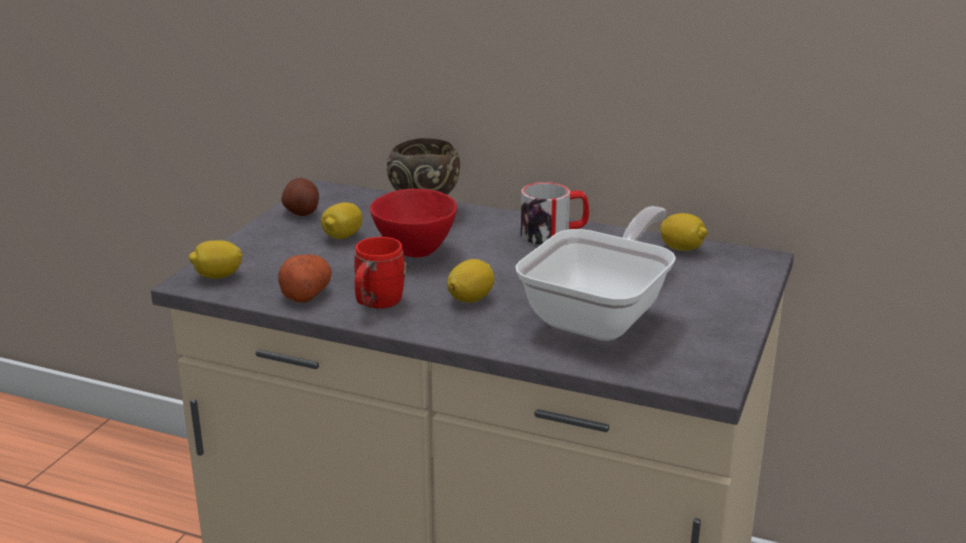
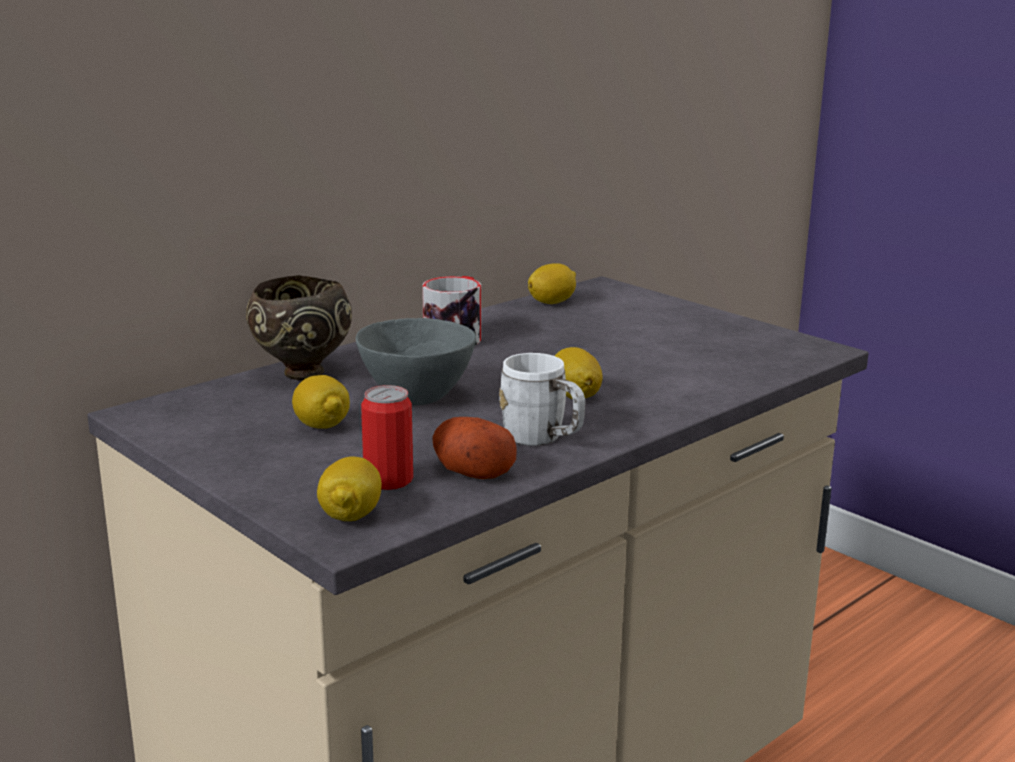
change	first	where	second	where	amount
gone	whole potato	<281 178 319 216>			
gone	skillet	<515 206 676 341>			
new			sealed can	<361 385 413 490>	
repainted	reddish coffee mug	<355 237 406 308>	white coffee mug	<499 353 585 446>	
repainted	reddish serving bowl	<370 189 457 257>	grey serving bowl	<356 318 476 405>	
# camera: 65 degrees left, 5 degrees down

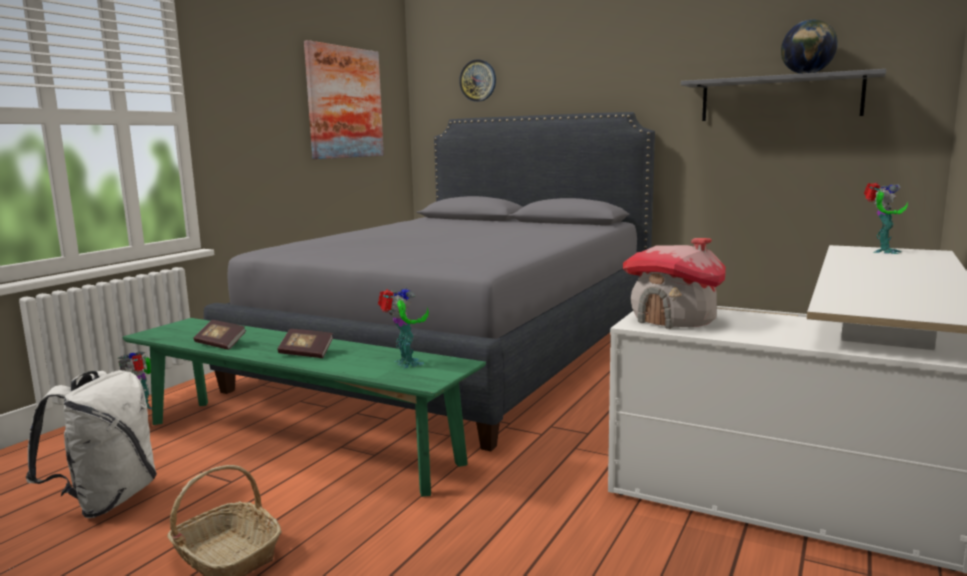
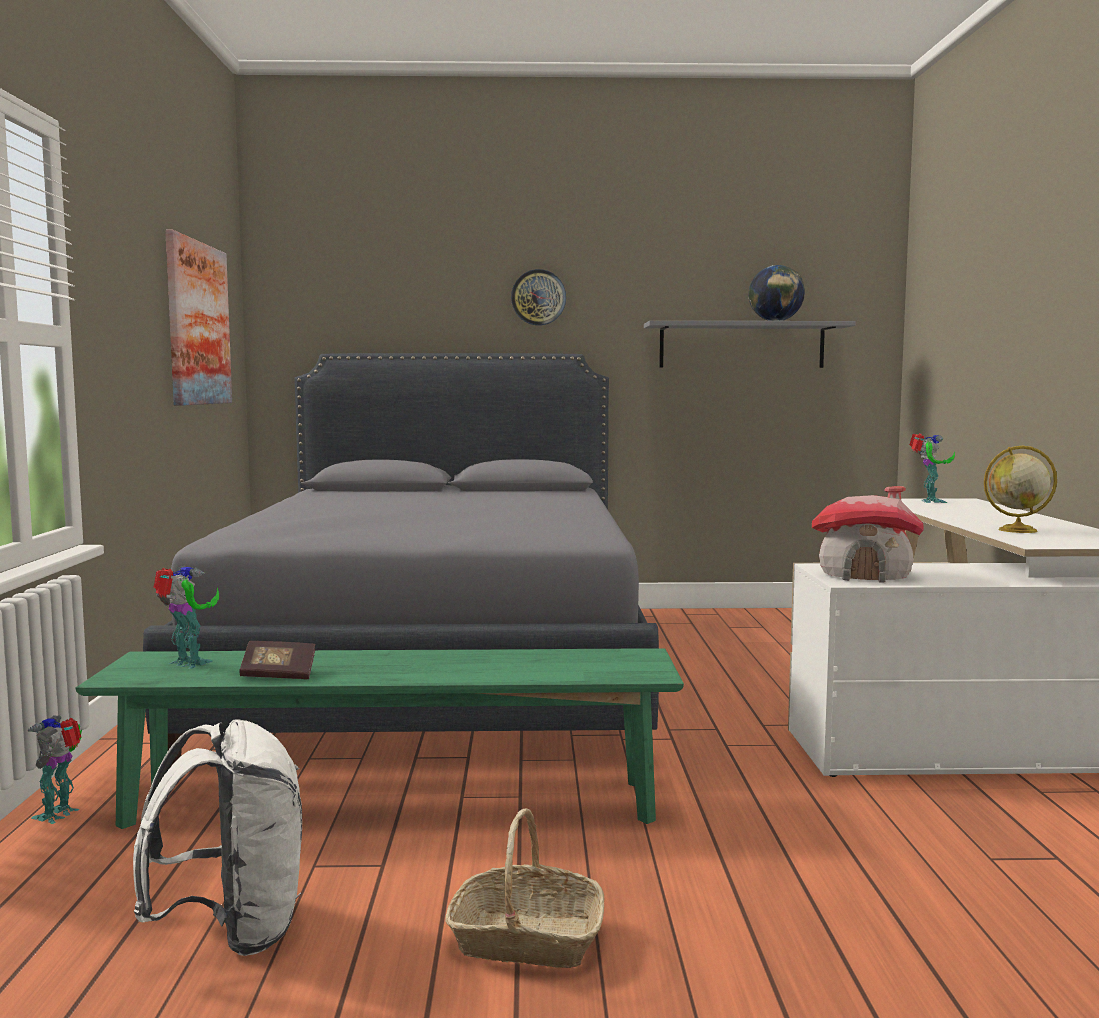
change	first	where	second	where	amount
gone	bound book	<278 329 333 358>			
new			desk globe	<984 446 1057 533>	
shifted	model robot	<378 288 429 369>		<154 565 219 669>	
shifted	clock on the wall	<459 59 496 102>		<511 269 566 325>	
# camera: 30 degrees left, 5 degrees down

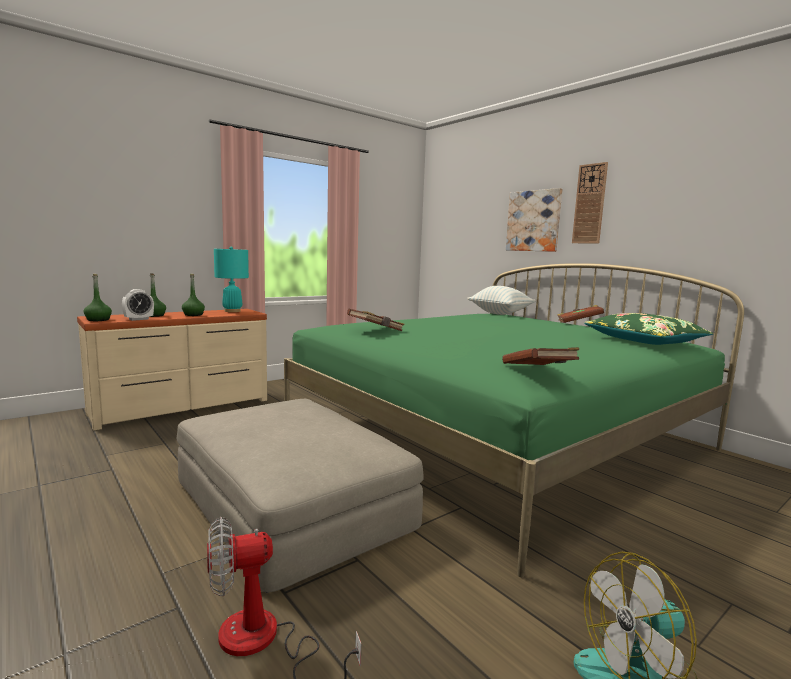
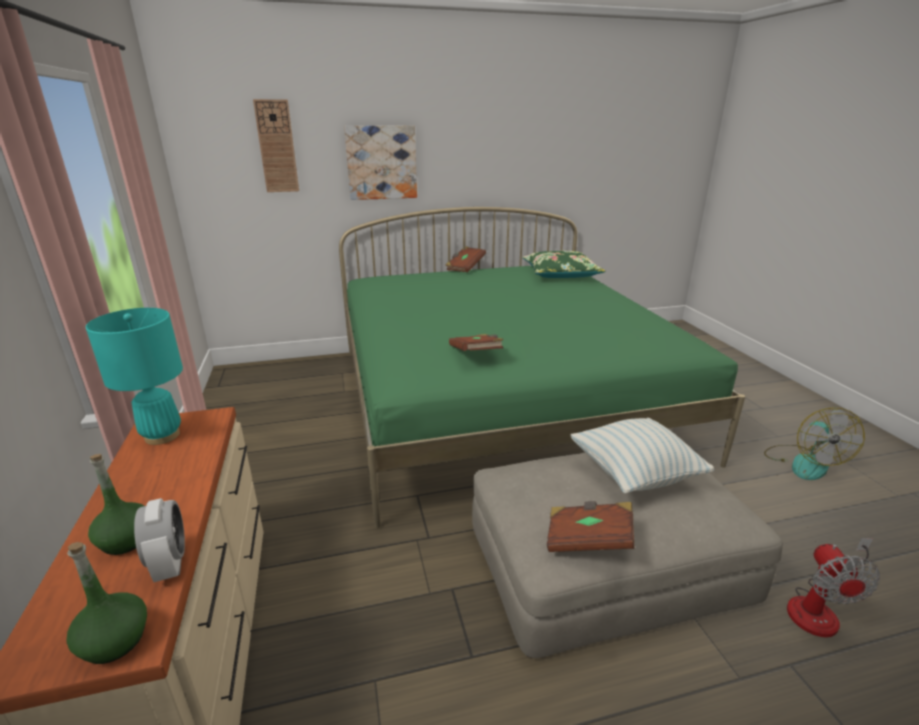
change	first	where	second	where	amount
gone	green bottle	<182 274 205 316>			
shifted	pillow	<467 286 536 315>		<571 418 714 494>	
shifted	brownish bound book	<502 347 579 365>		<547 501 635 552>	
shifted	clock on the wall	<572 162 608 244>		<253 99 299 192>	
# camera: 65 degrees left, 15 degrees up

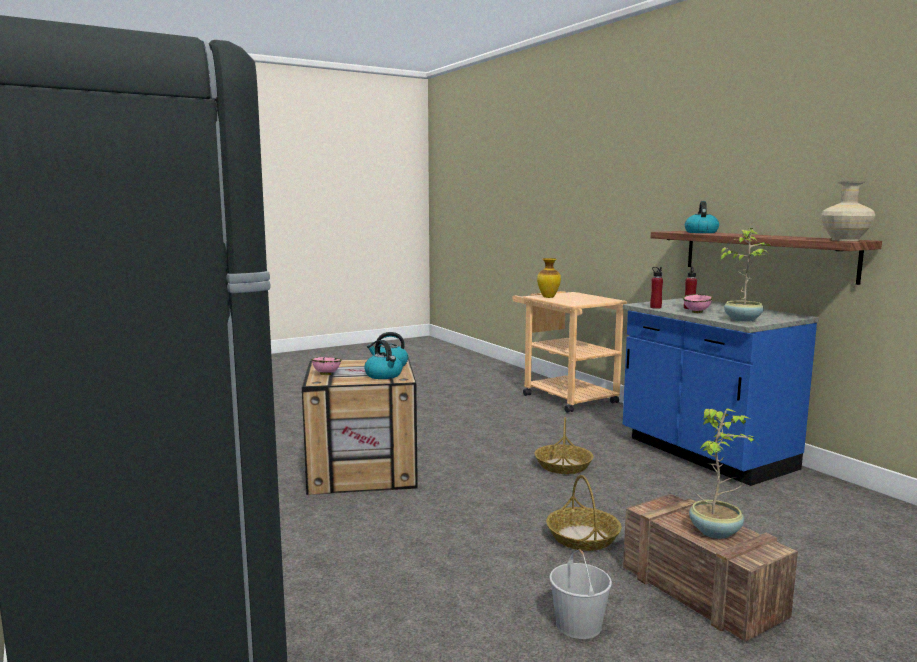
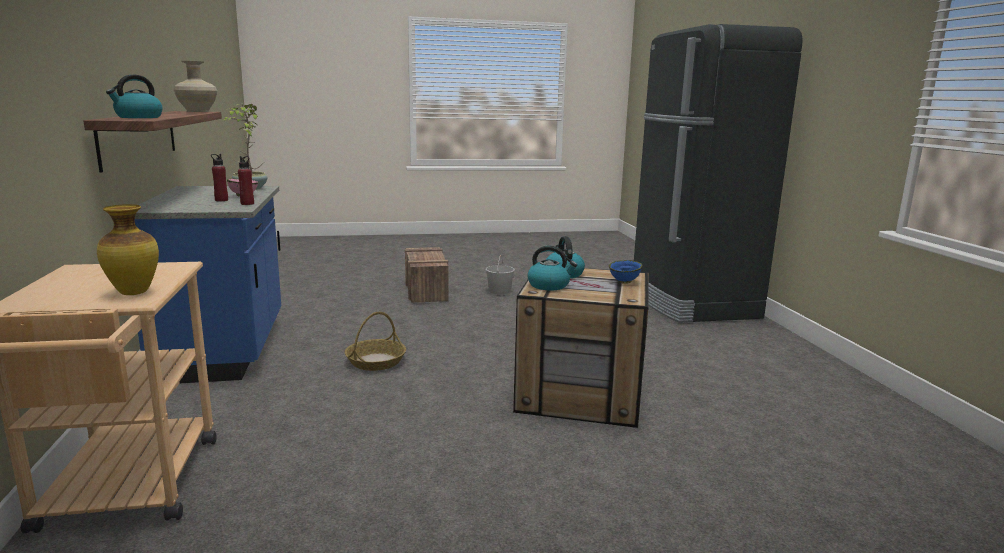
change	first	where	second	where	amount
gone	storage basket	<546 475 622 551>			
gone	potted plant	<689 409 758 539>			
repainted	pinkish serving bowl	<311 357 341 375>	blue-coloured serving bowl	<609 260 643 284>	
# camera: 160 degrees left, 5 degrees up

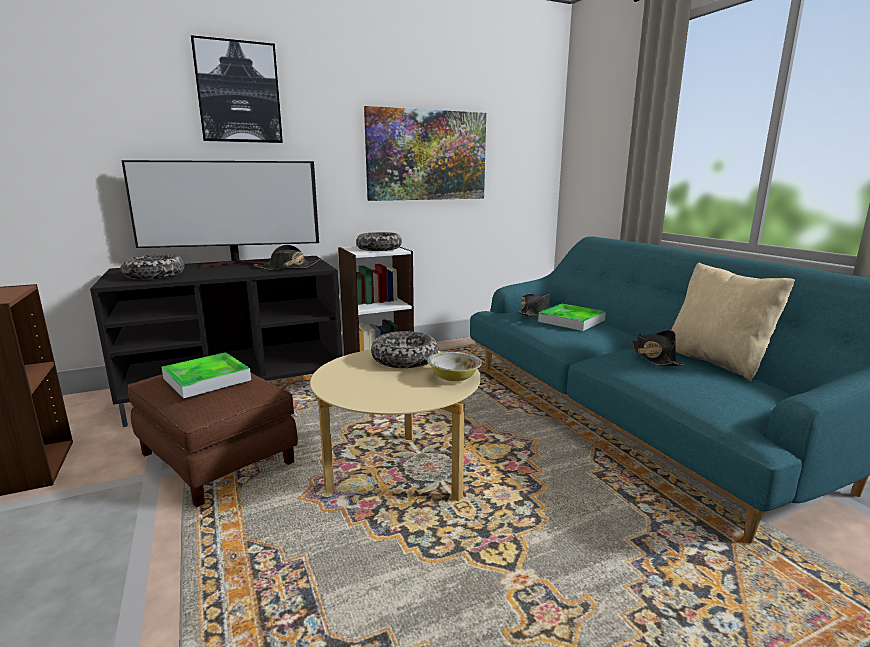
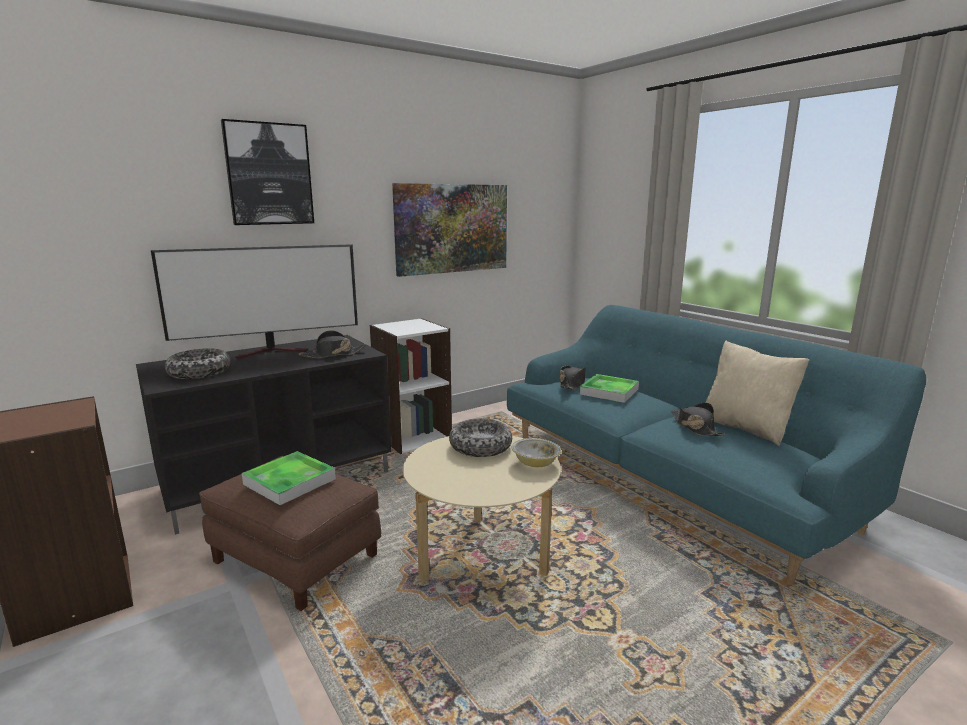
change	first	where	second	where	amount
gone	serving bowl	<356 232 402 251>			
# camera: 10 degrees left, 0 degrees up

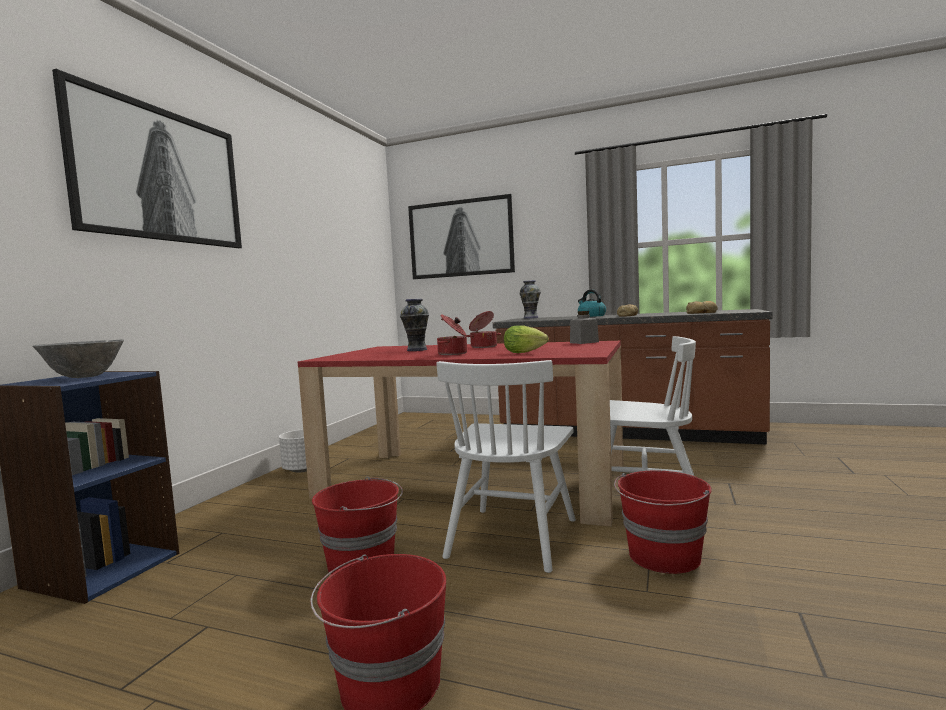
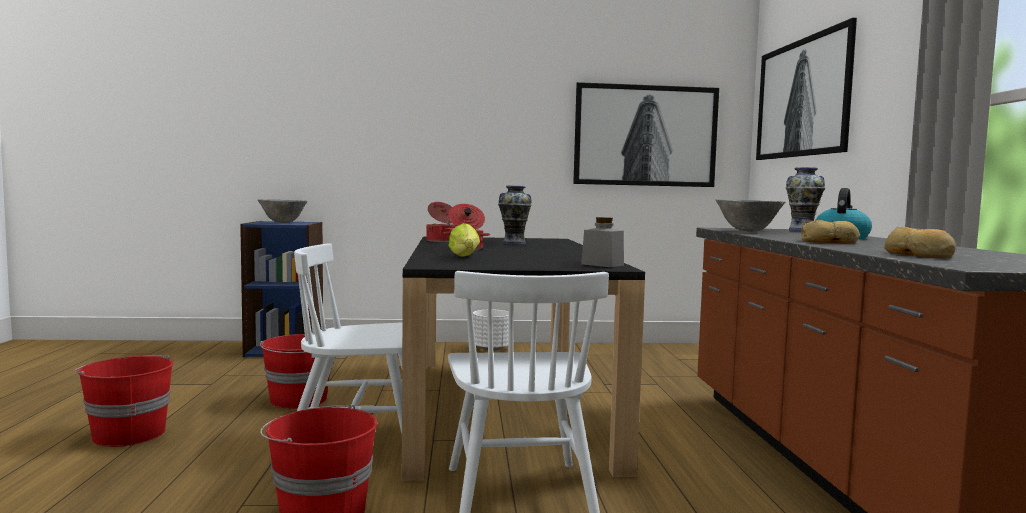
change	first	where	second	where	amount
new			grey serving bowl	<715 199 785 232>	
shifted	wall art	<52 69 242 248>		<573 82 719 187>	
shifted	stockpot	<466 311 501 348>		<426 202 456 242>	
repainted	reddish dinner table	<298 341 624 526>	black dinner table	<402 237 645 481>	
# camera: 65 degrees right, 0 degrees up

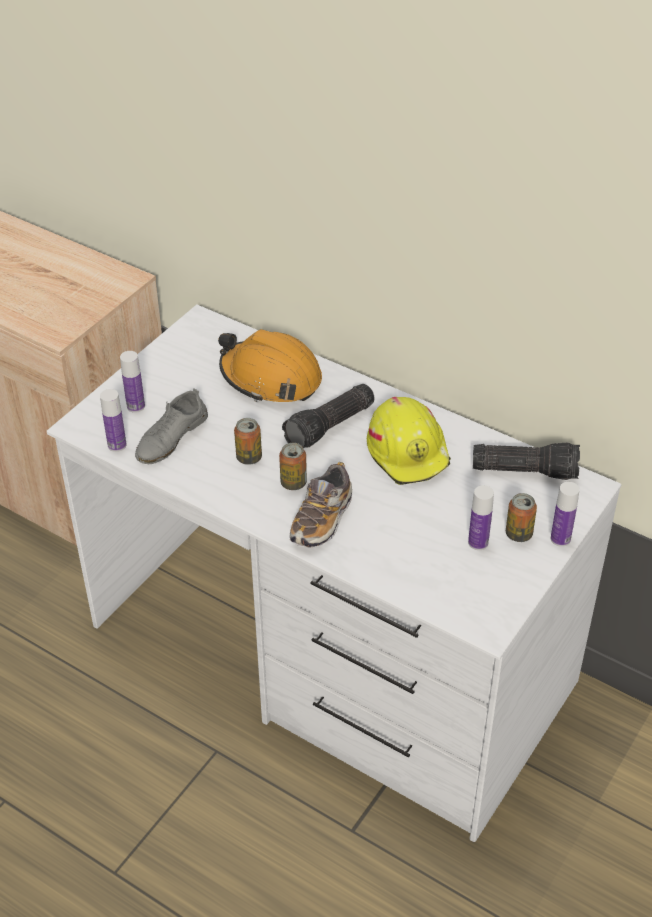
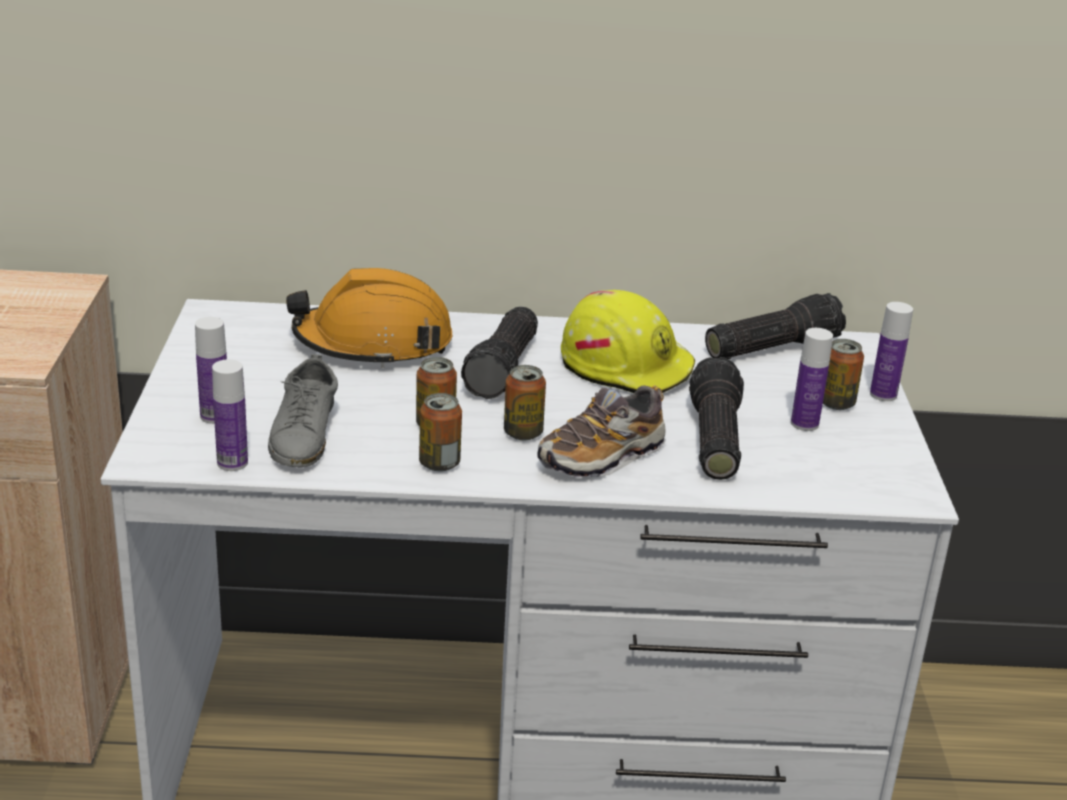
change	first	where	second	where	amount
new			sealed can	<419 393 462 471>	
new			torch	<689 357 744 480>	
rotated	shoe	<290 462 352 548>		<537 385 666 477>	60 degrees clockwise
# camera: 35 degrees left, 15 degrees down

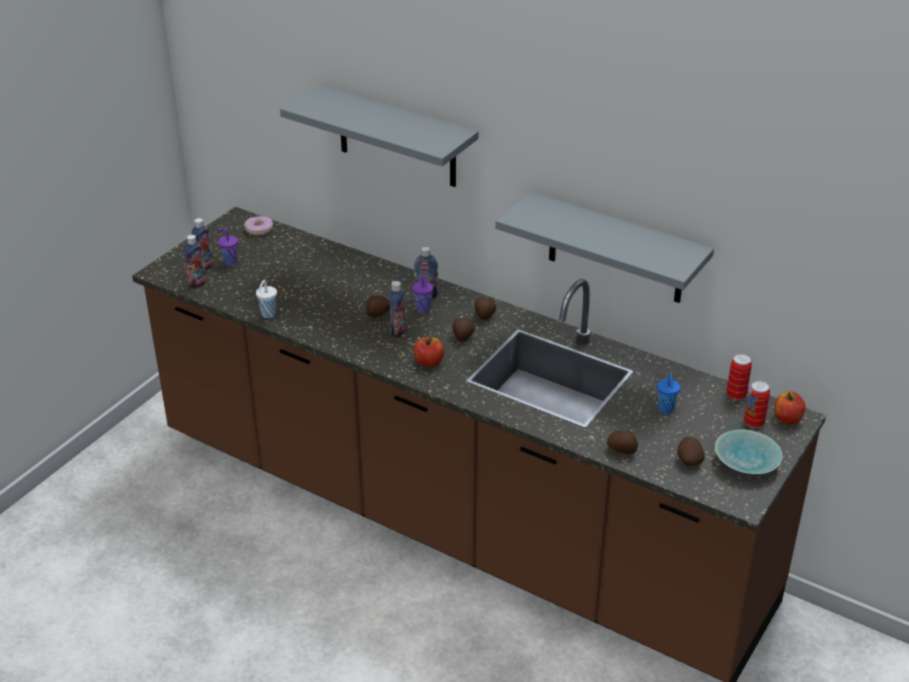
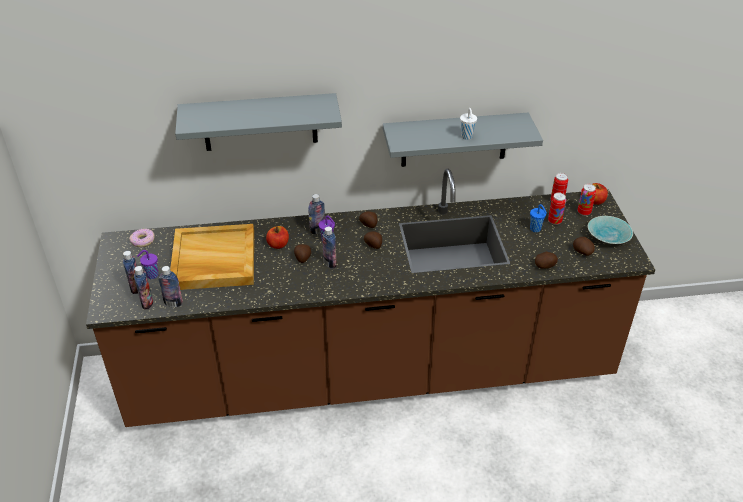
change	first	where	second	where	amount
new			bottle	<158 266 183 307>	
new			beige serving tray	<170 224 254 290>	
new			sealed can	<548 192 566 225>	
shifted	white drinking cup	<256 280 277 318>		<460 108 477 140>	
shifted	apple	<413 337 444 367>		<266 226 289 249>	
# camera: 40 degrees left, 5 degrees up

